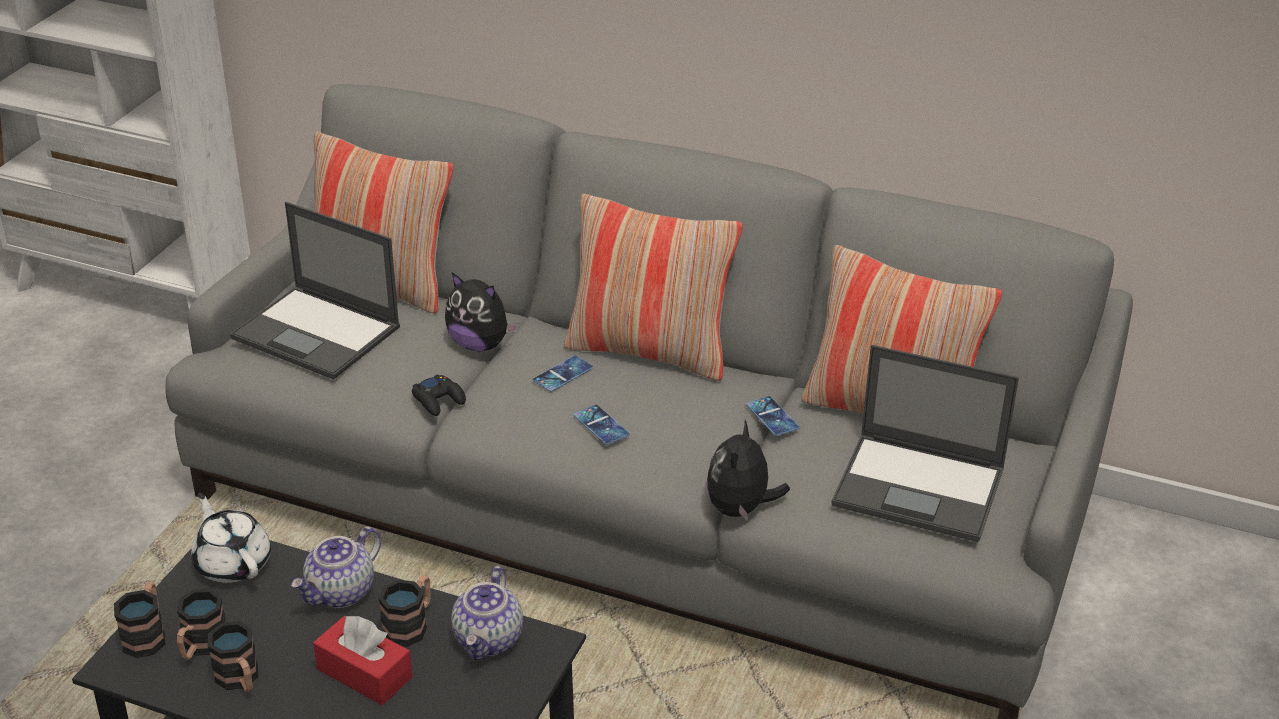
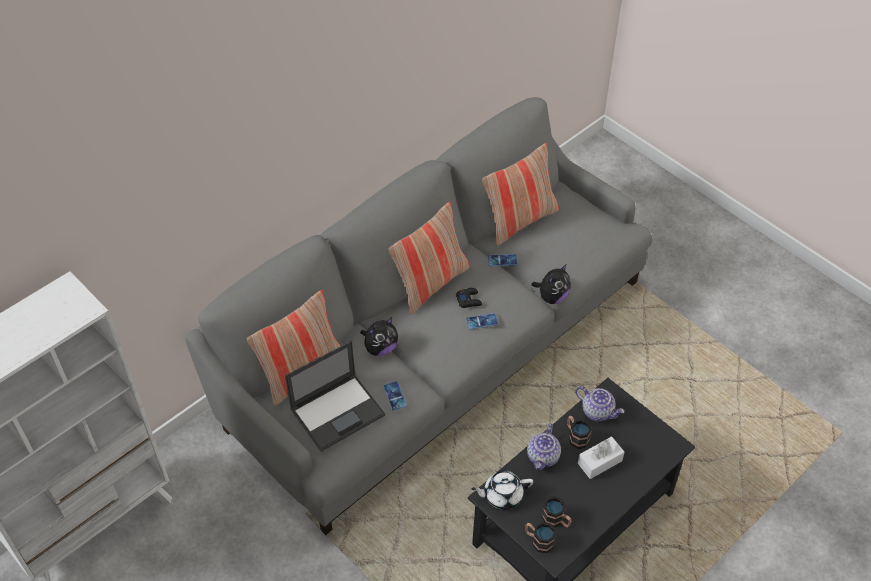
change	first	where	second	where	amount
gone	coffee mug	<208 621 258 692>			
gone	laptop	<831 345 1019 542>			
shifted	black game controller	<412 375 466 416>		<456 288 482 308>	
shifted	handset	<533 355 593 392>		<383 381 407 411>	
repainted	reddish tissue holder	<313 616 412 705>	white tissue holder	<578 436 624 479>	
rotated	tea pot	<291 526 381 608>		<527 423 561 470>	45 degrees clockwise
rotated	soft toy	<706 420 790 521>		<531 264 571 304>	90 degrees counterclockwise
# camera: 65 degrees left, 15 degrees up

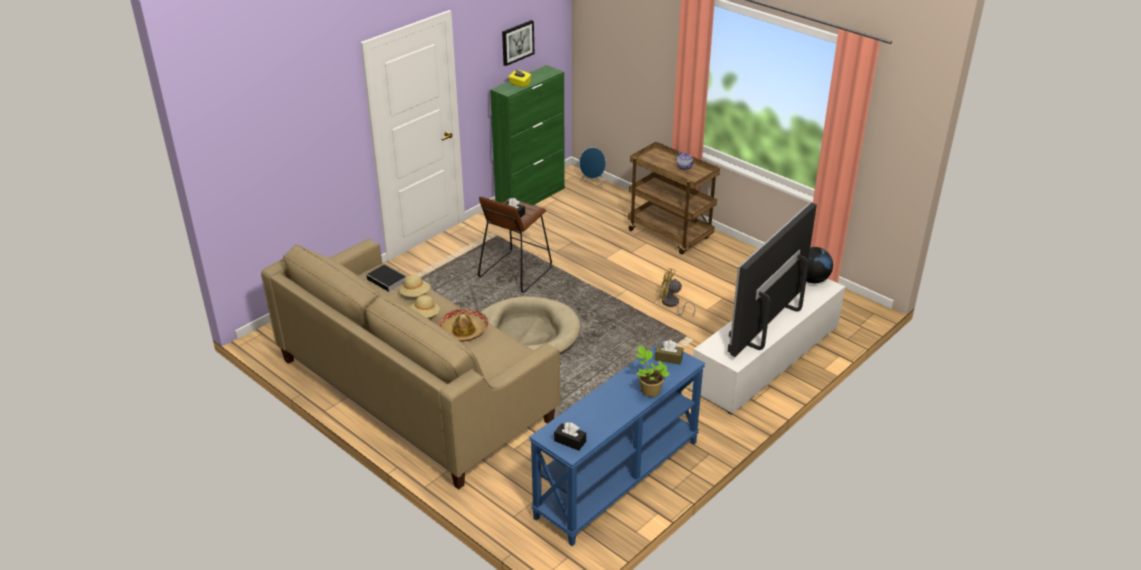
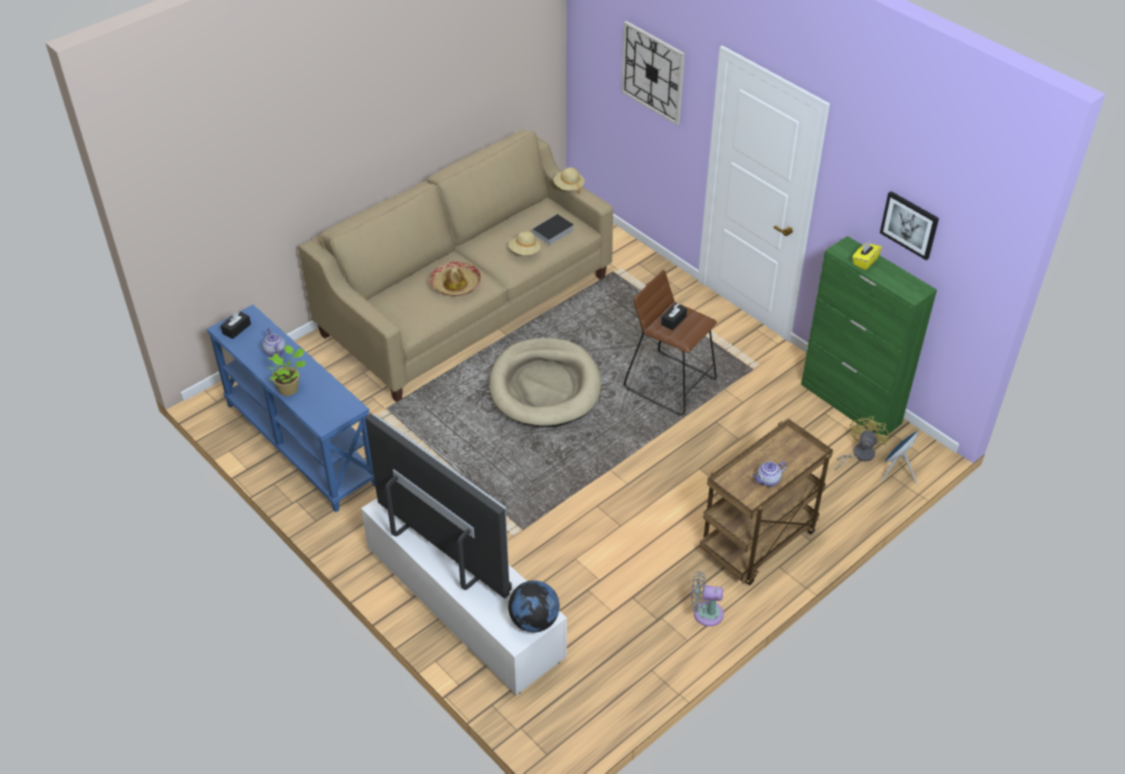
change	first	where	second	where	amount
gone	brownish tissue holder	<655 340 683 365>			
new			tea pot	<262 329 286 357>	
new			clock on the wall	<621 21 685 125>	
new			grey electric fan	<691 571 724 626>	
shifted	beige wearable hat	<409 295 440 318>		<553 168 585 194>	
shifted	yellow electric fan	<660 268 695 316>		<835 416 889 470>	
# camera: 95 degrees right, 10 degrees up

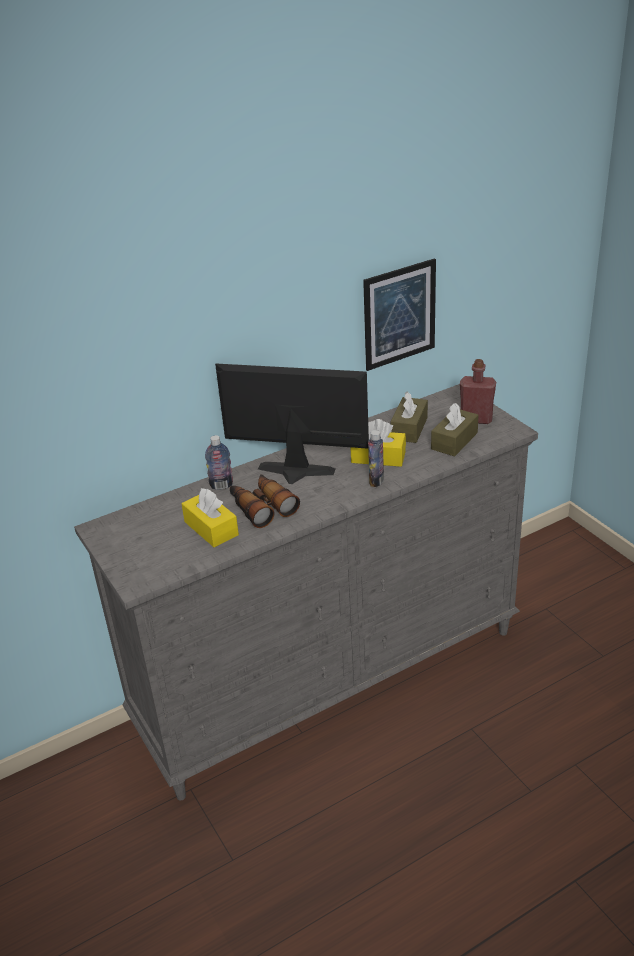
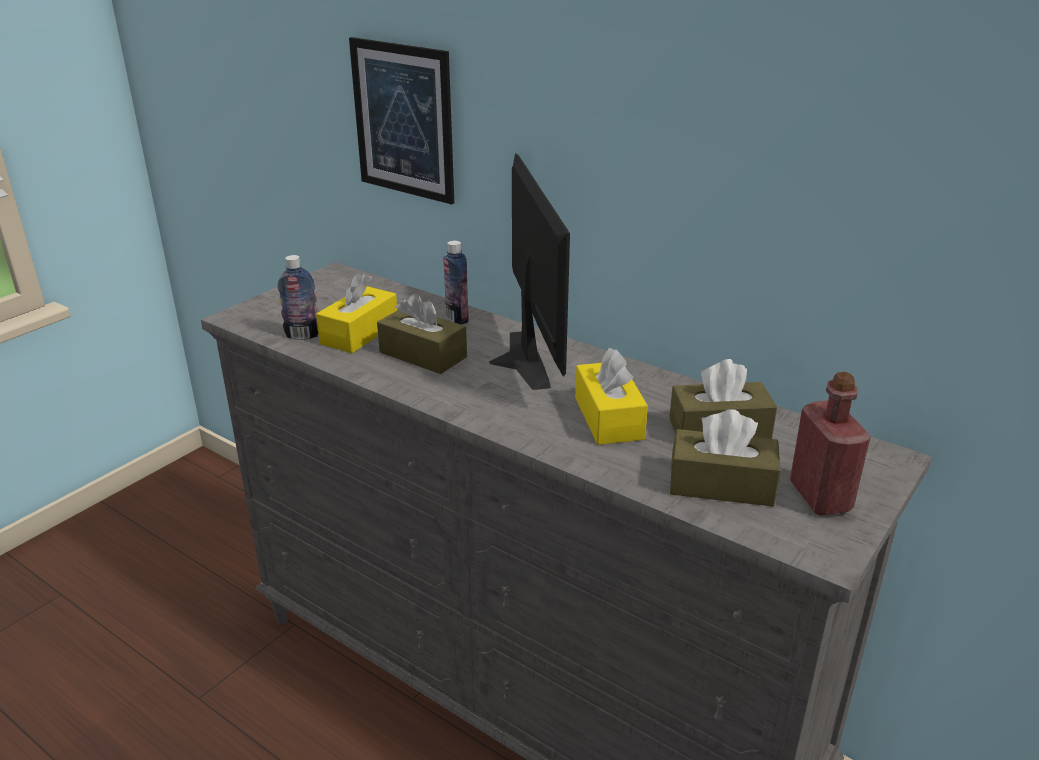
change	first	where	second	where	amount
shifted	wall art	<363 258 436 371>		<349 37 454 204>	
shifted	bottle	<368 430 384 487>		<277 255 318 340>	
swapped	pair of binoculars	<230 474 300 528>	brownish tissue holder	<377 293 467 374>	
# camera: 65 degrees right, 5 degrees down

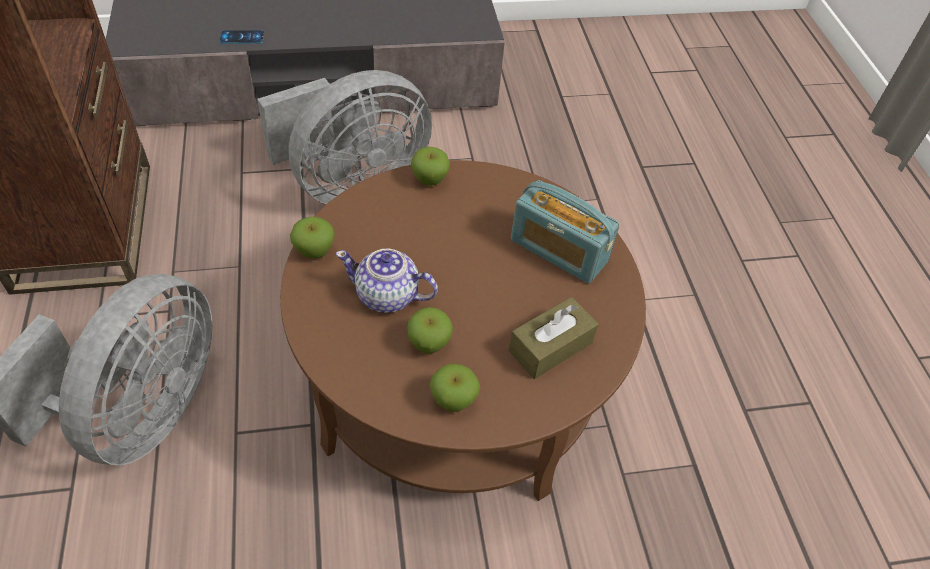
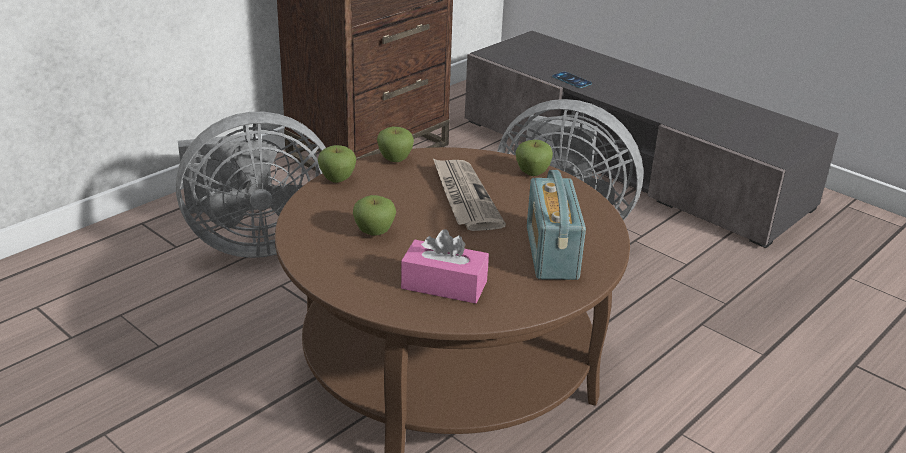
change	first	where	second	where	amount
gone	tea pot	<336 248 438 313>			
new			newspaper	<433 159 506 231>	
shifted	apple	<429 364 480 412>		<318 145 356 183>	
repainted	brownish tissue holder	<509 297 599 379>	pinkish tissue holder	<401 229 489 304>	
# camera: 55 degrees right, 20 degrees down

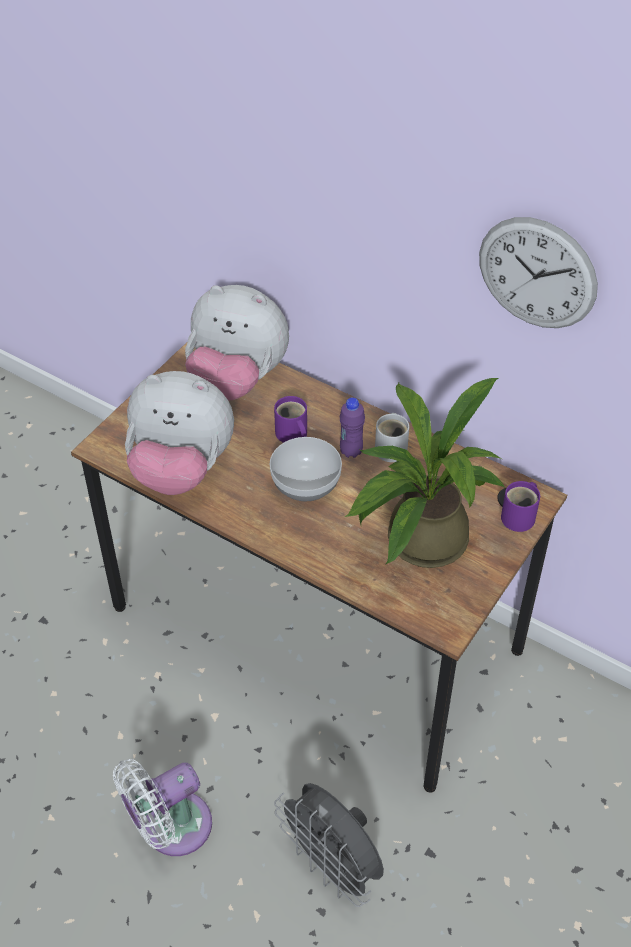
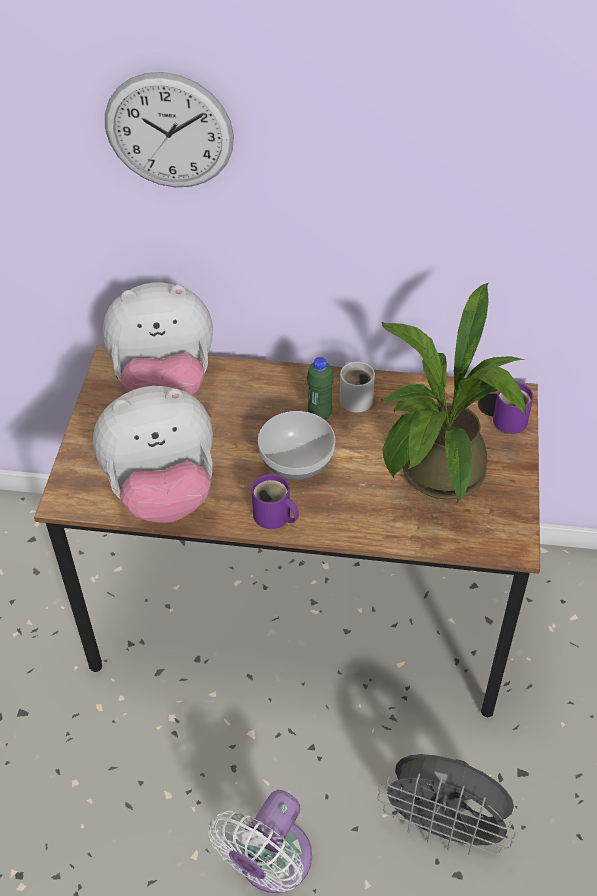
change	first	where	second	where	amount
shifted	purplish coffee mug	<274 396 307 443>		<251 474 299 529>	
shifted	clock on the wall	<479 217 598 328>		<105 72 234 187>	
repainted	purplish bottle	<340 397 365 458>	green bottle	<307 357 334 420>	
# camera: 25 degrees left, 0 degrees up

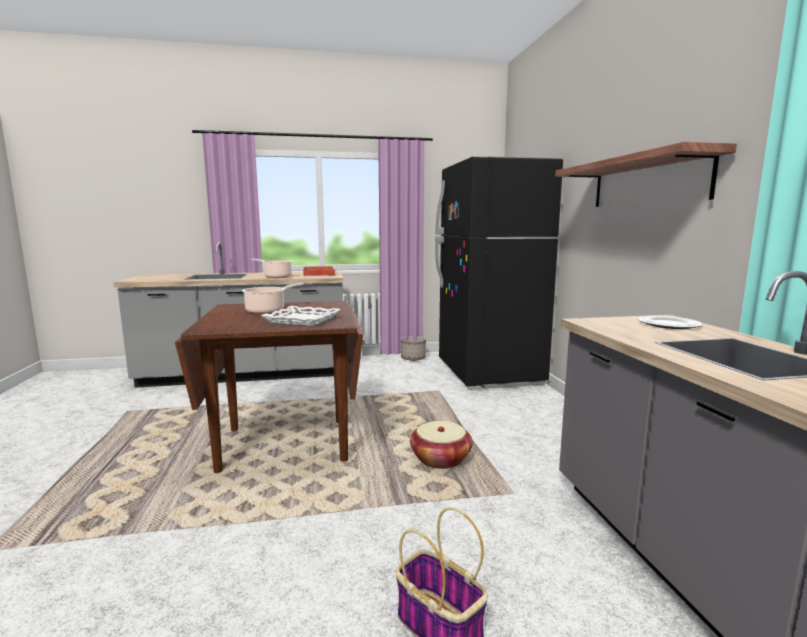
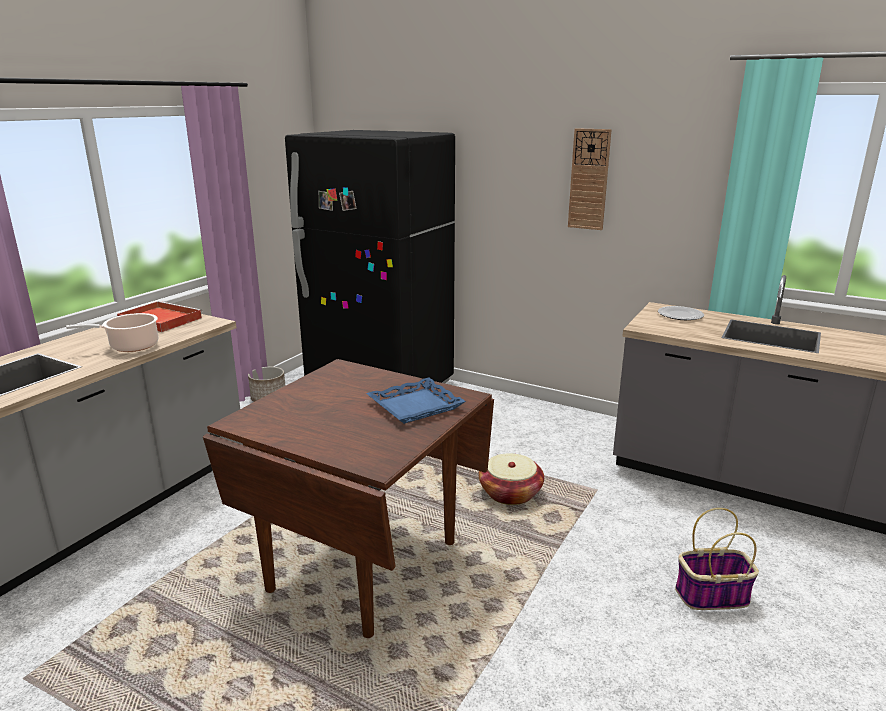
change	first	where	second	where	amount
gone	stockpot	<242 283 304 314>			
swapped	wall shelf	<555 142 737 207>	clock on the wall	<568 128 612 230>	
repainted	white serving tray	<262 306 341 326>	blue-coloured serving tray	<367 377 466 424>	
# camera: 50 degrees left, 10 degrees up

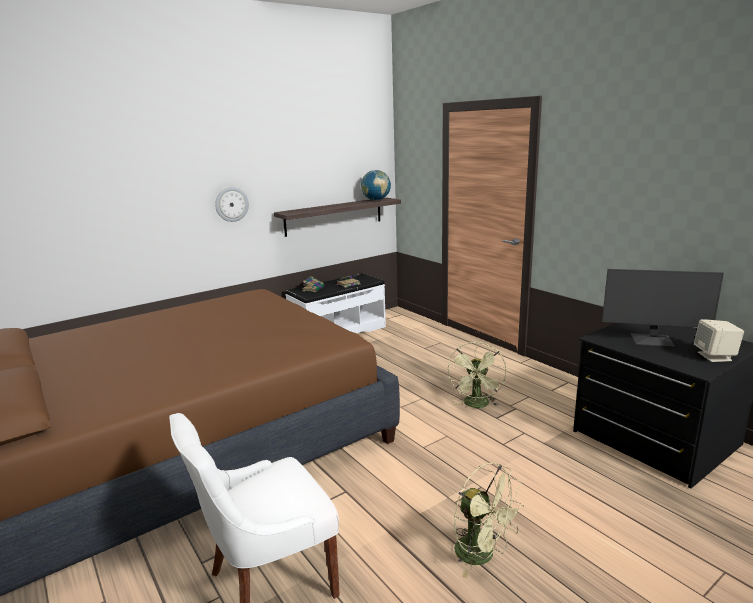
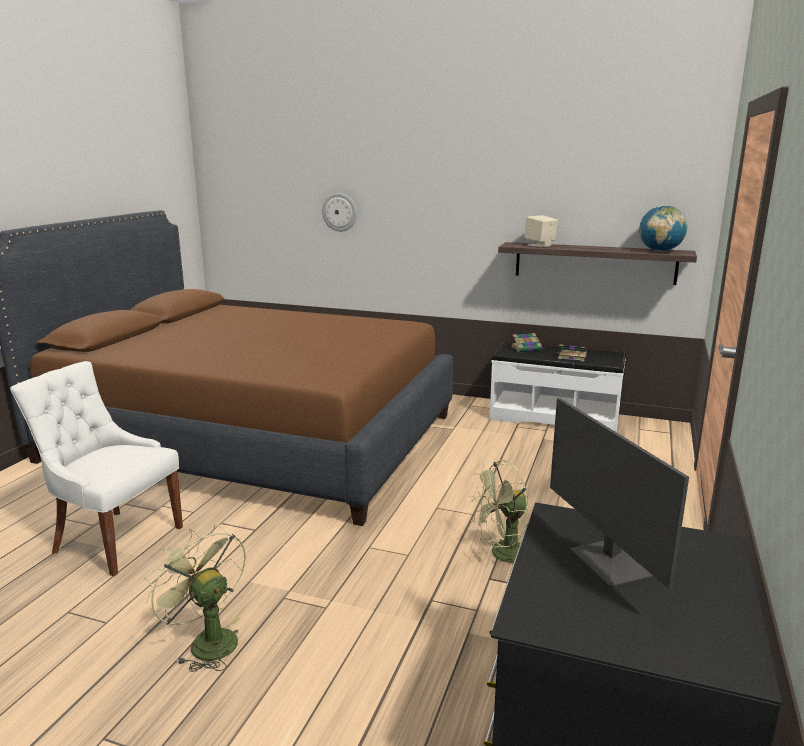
change	first	where	second	where	amount
shifted	clock on the wall	<215 187 249 222>		<322 193 357 232>	
shifted	beige loudspeaker	<694 319 744 362>		<524 215 558 247>	
rotated	green electric fan	<454 463 525 578>		<145 524 246 672>	120 degrees clockwise
# camera: 55 degrees right, 0 degrees up

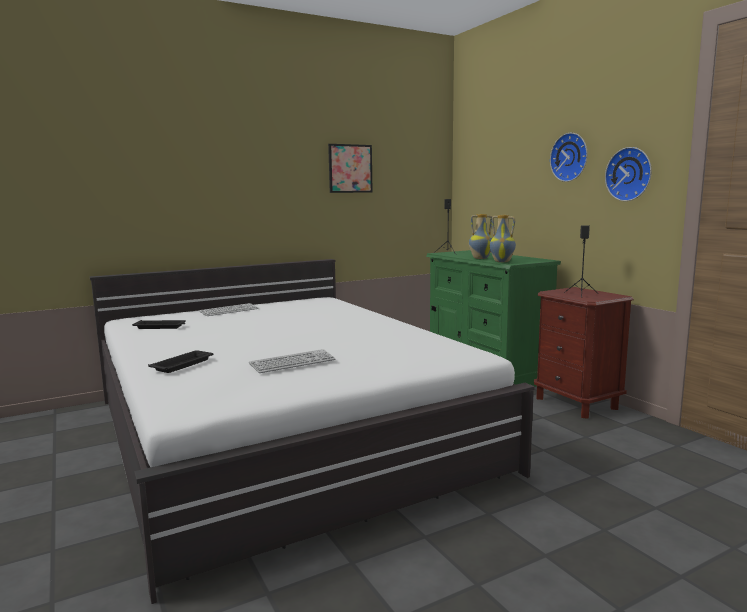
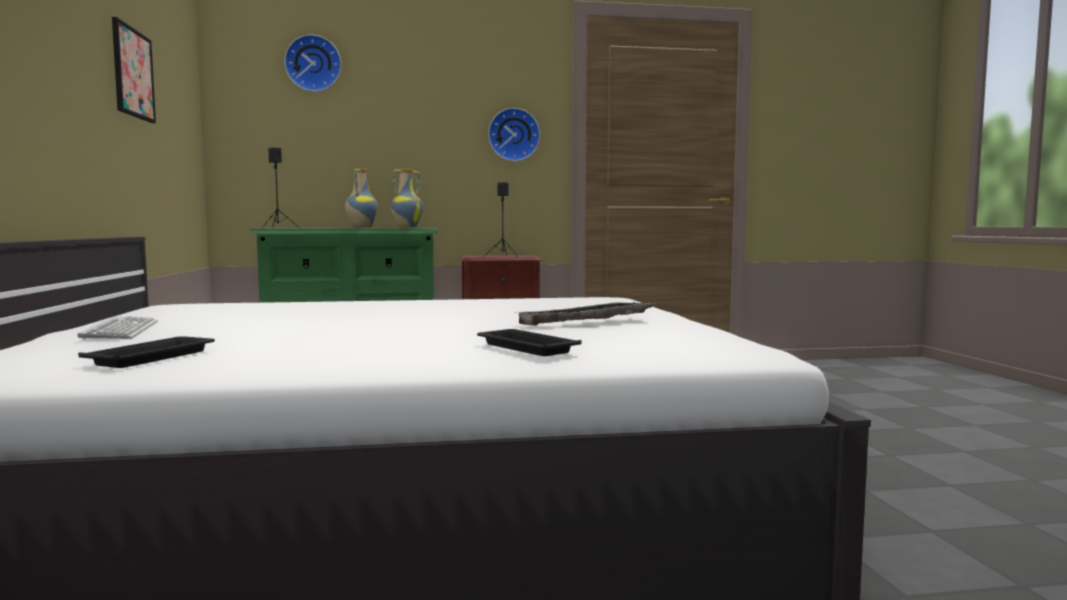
change	first	where	second	where	amount
shifted	clock on the wall	<550 133 588 182>		<284 35 342 91>	
swapped	keyboard	<249 349 336 373>	serving tray	<514 301 652 326>	
# camera: 70 degrees left, 5 degrees down

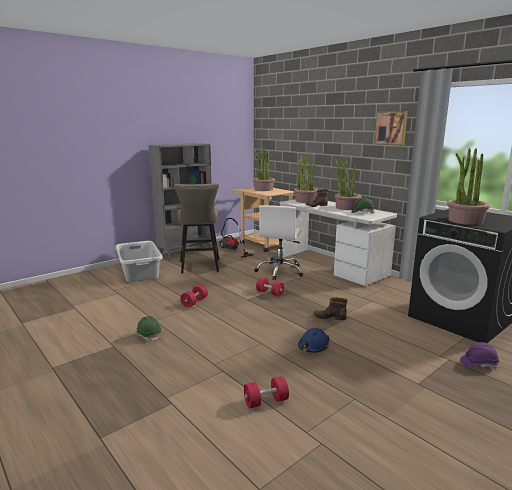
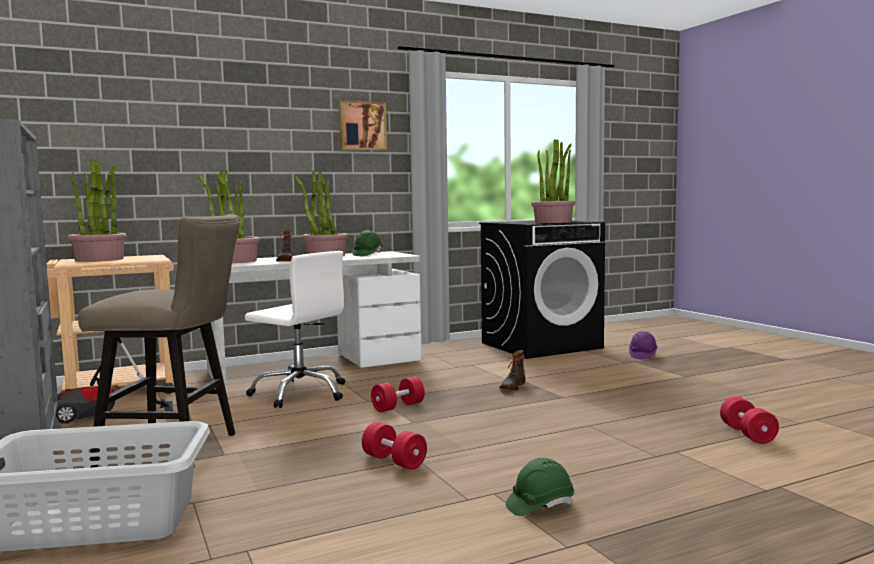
change	first	where	second	where	amount
gone	blue-coloured safety helmet	<298 328 330 353>			
# camera: 75 degrees left, 10 degrees down

